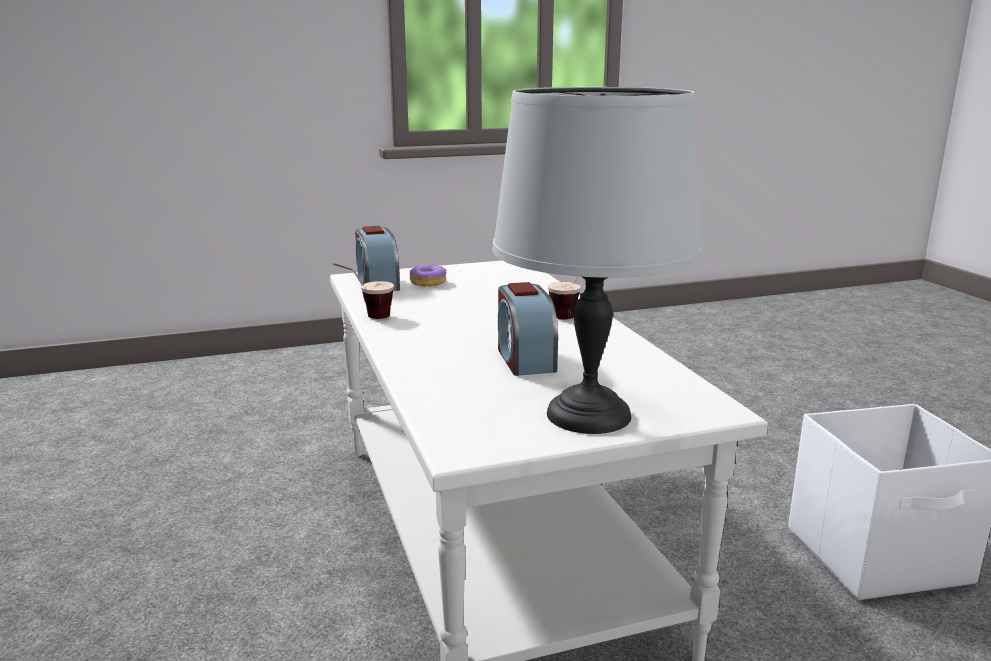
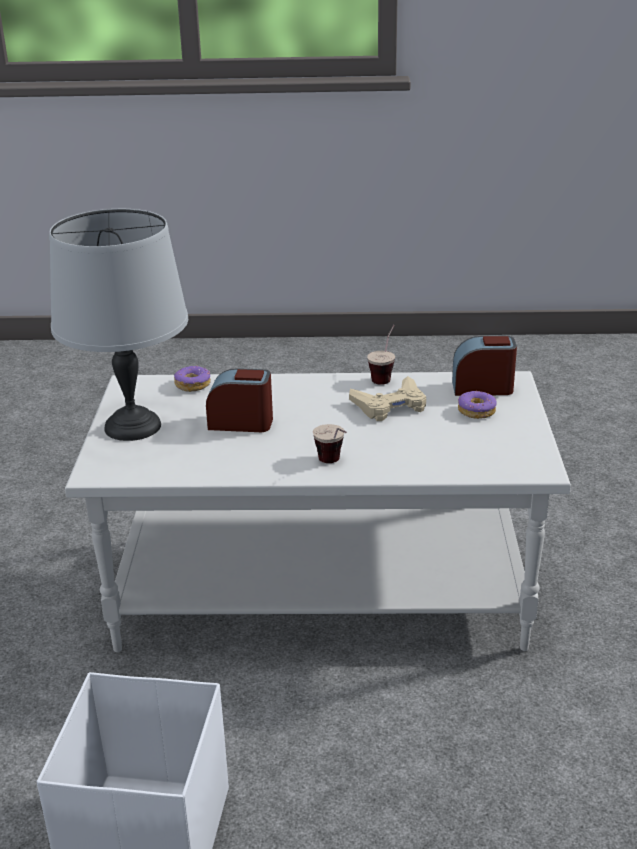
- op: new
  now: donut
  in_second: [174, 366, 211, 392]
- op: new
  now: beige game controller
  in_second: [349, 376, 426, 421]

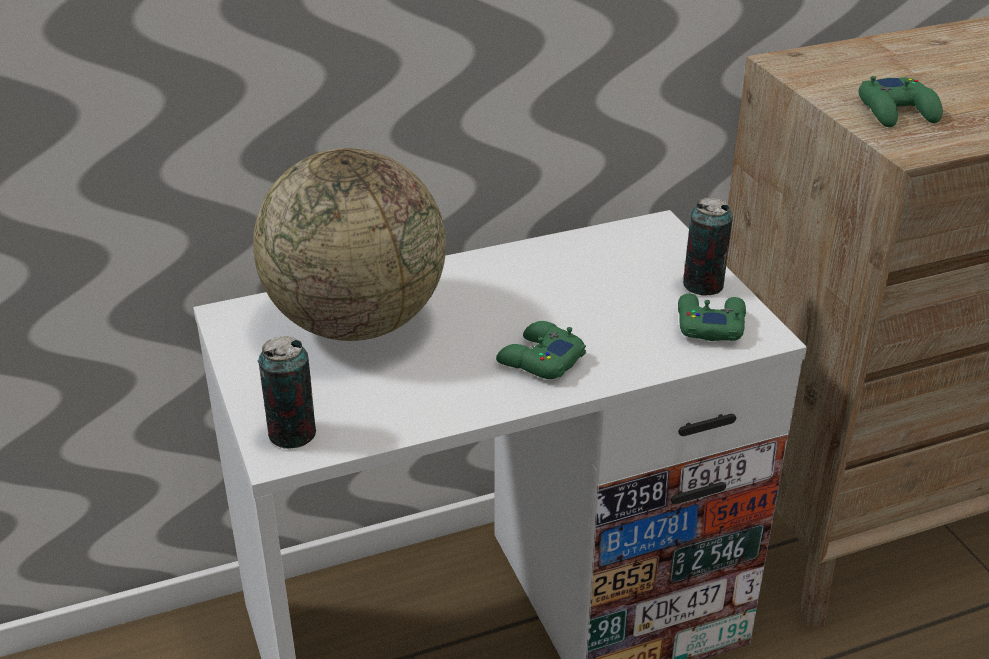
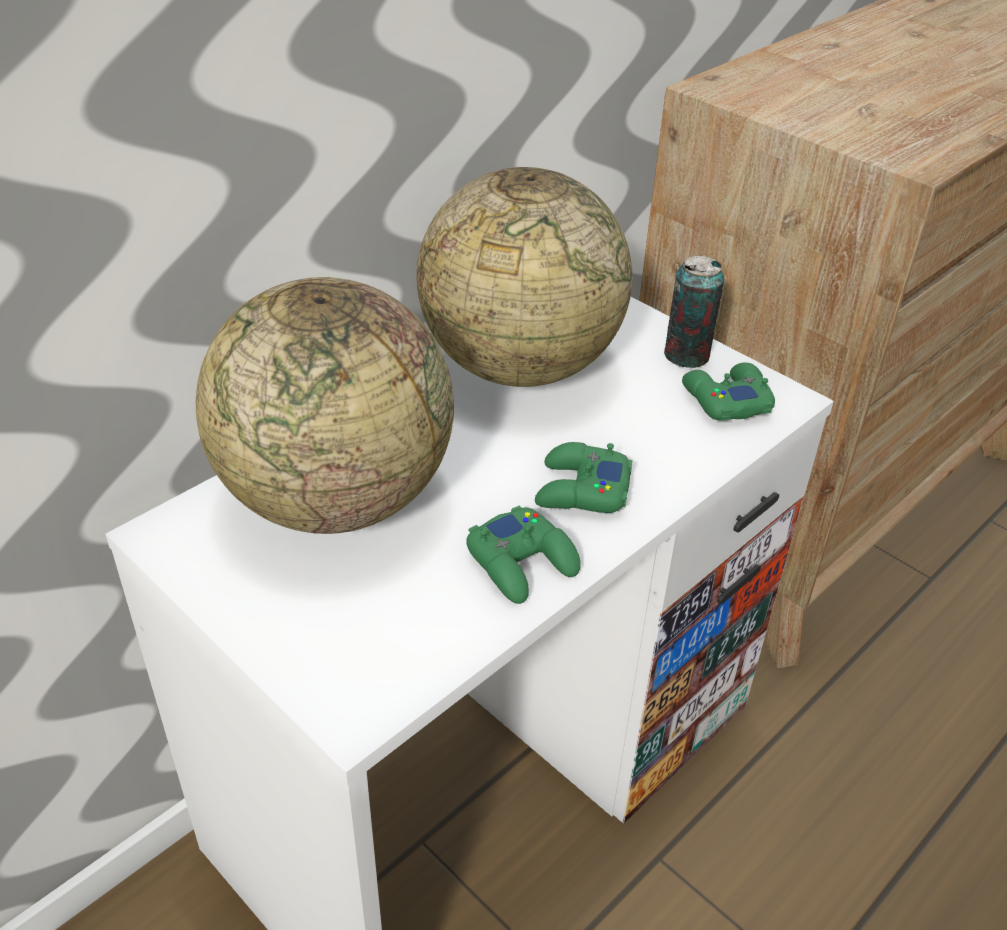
- op: gone
  was: can
  in_first: [258, 336, 316, 448]
- op: new
  now: globe
  in_second: [417, 167, 632, 387]
- op: shifted
  was: green game controller
  in_first: [859, 76, 943, 127]
  in_second: [466, 505, 581, 604]

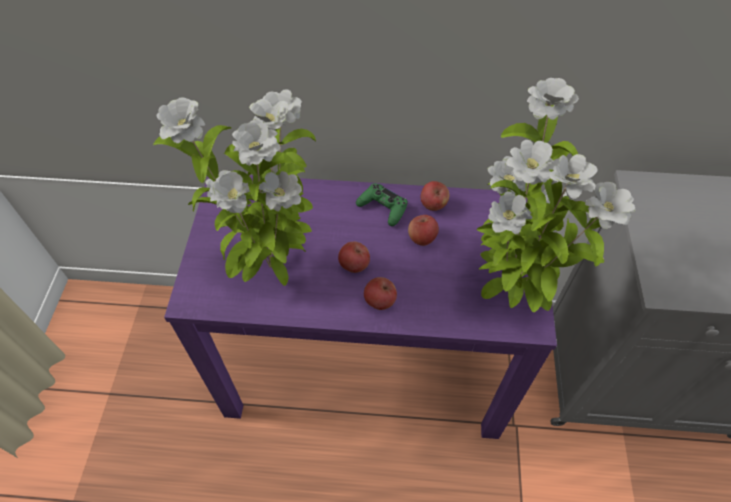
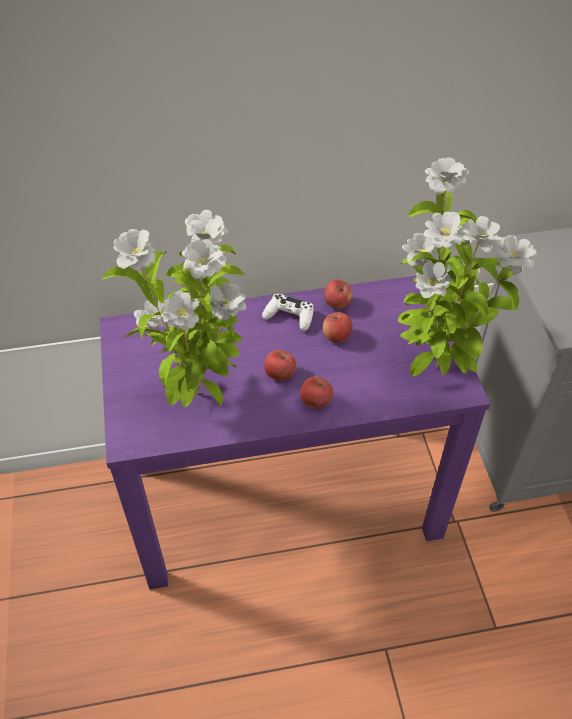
- op: repainted
  was: green game controller
  now: white game controller
  in_first: [356, 183, 408, 226]
  in_second: [262, 294, 314, 331]

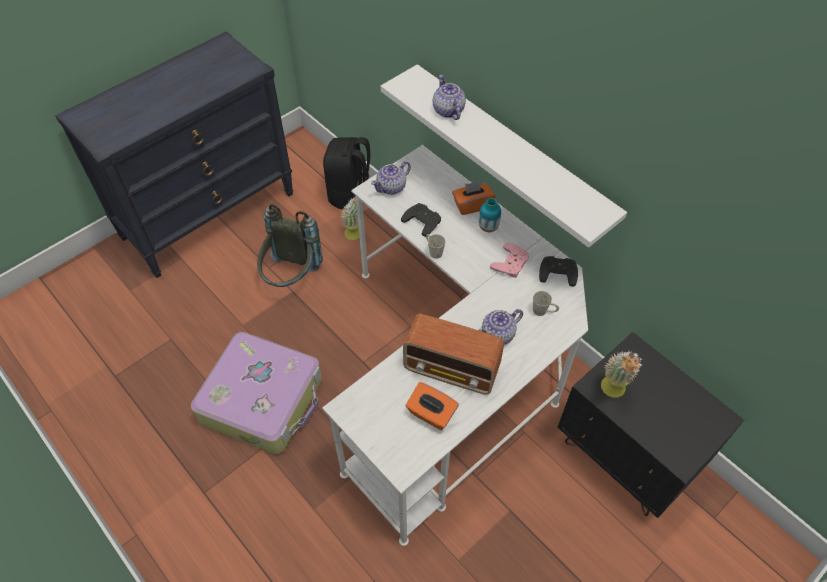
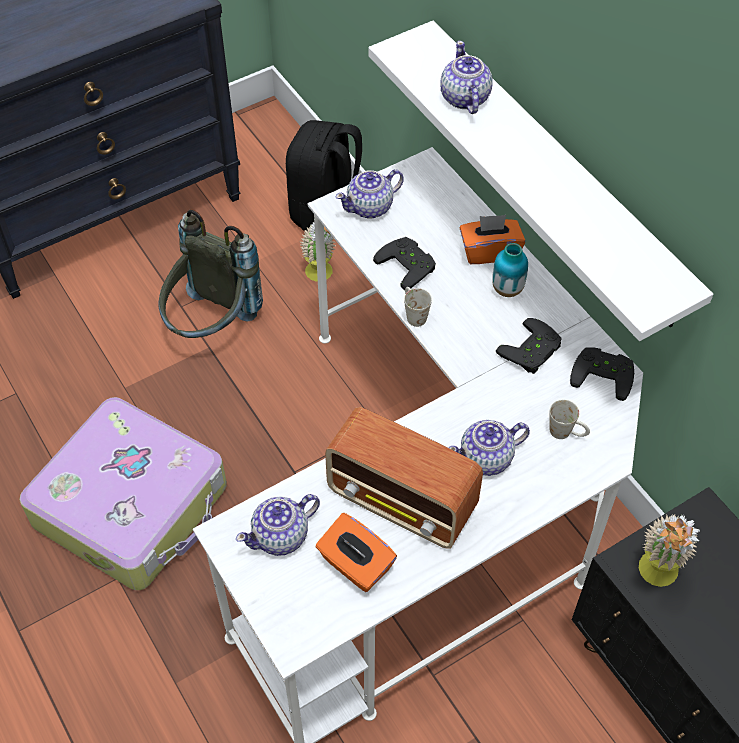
- op: new
  now: teapot
  in_second: [236, 494, 320, 556]
- op: repainted
  was: pink game controller
  now: black game controller
  in_first: [490, 243, 529, 278]
  in_second: [496, 318, 562, 374]

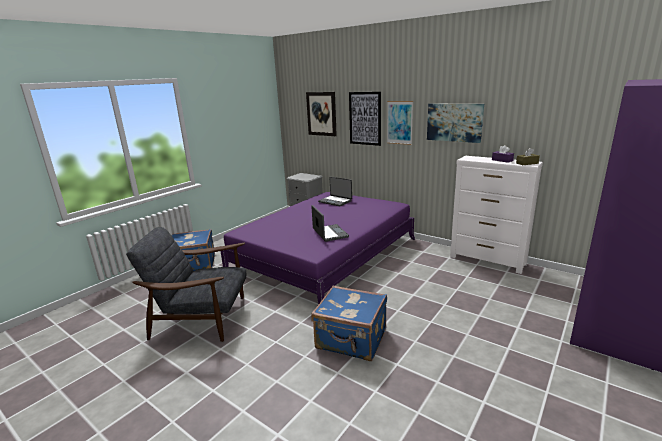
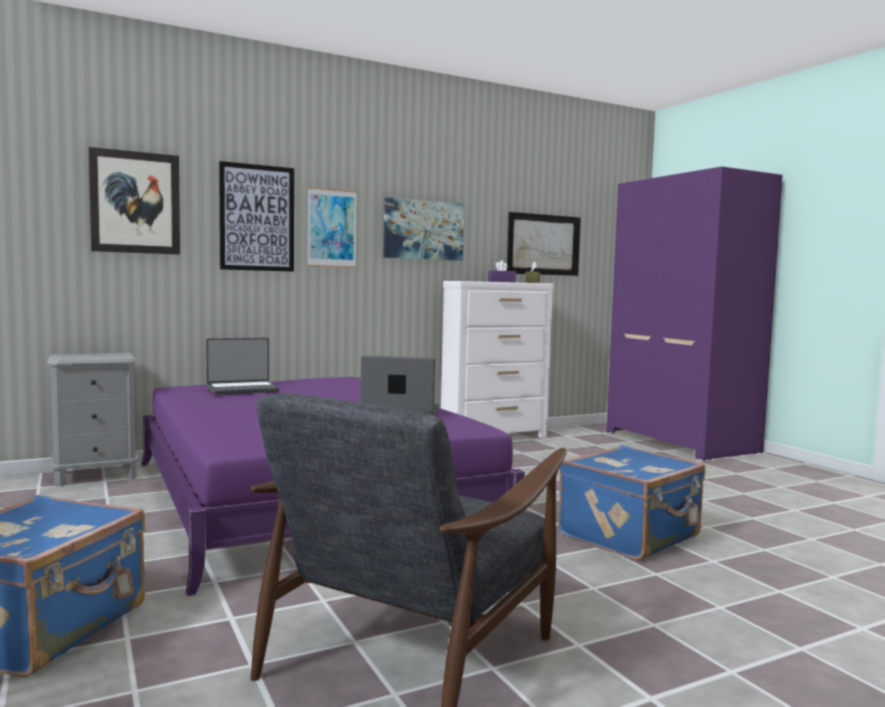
- op: new
  now: picture
  in_second: [507, 212, 581, 276]

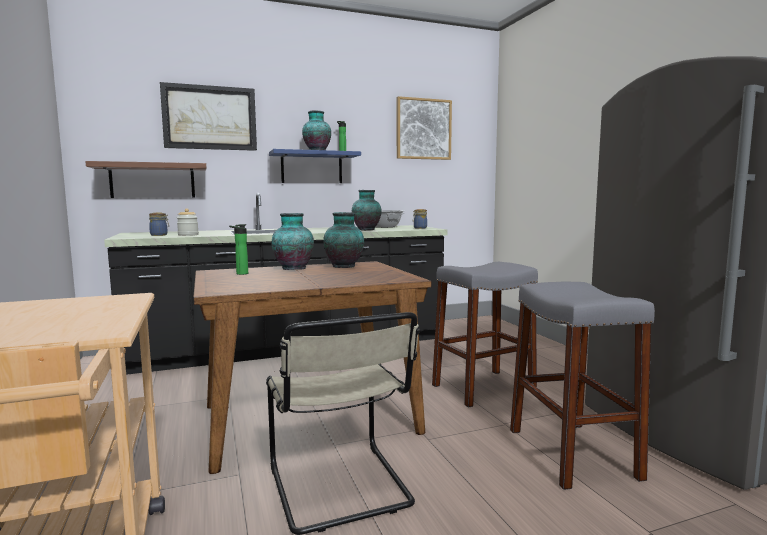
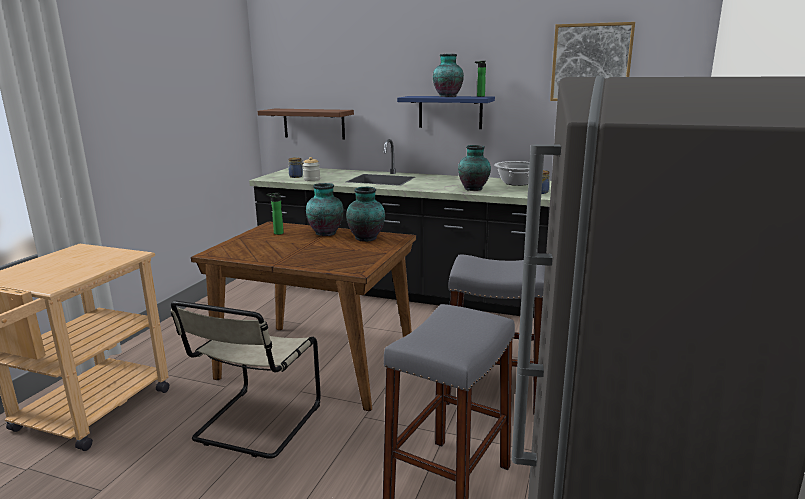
- op: gone
  was: picture
  in_first: [160, 82, 257, 151]

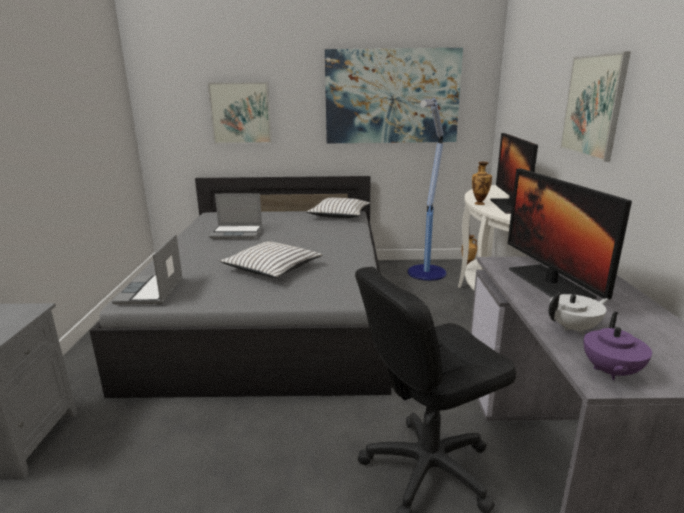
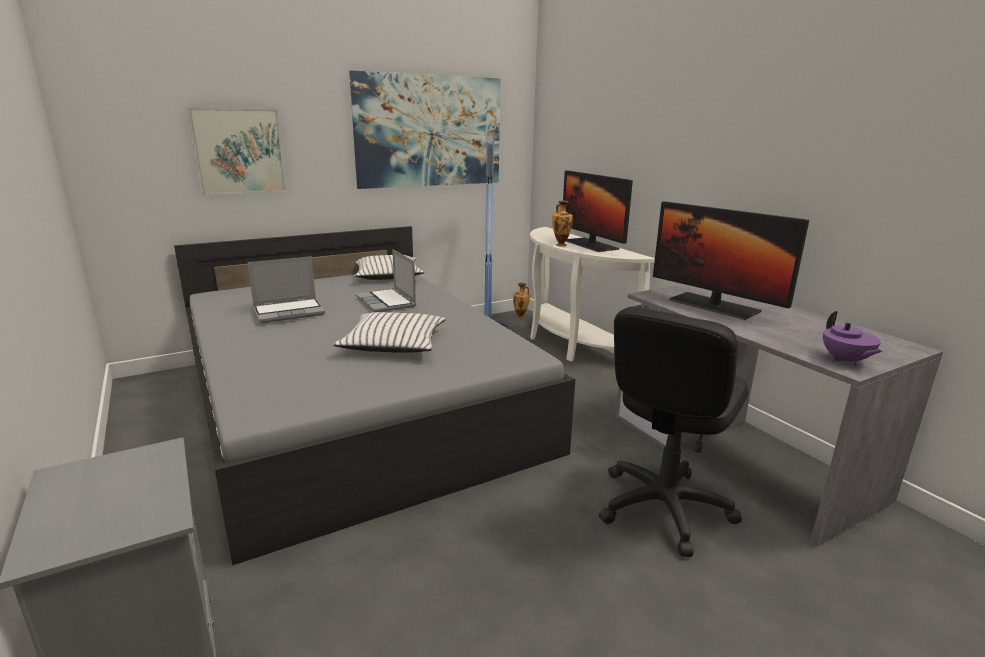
- op: gone
  was: white teapot
  in_first: [549, 292, 608, 335]
- op: gone
  was: picture
  in_first: [560, 51, 631, 162]
- op: shifted
  was: laptop
  in_first: [112, 234, 183, 305]
  in_second: [356, 249, 416, 312]

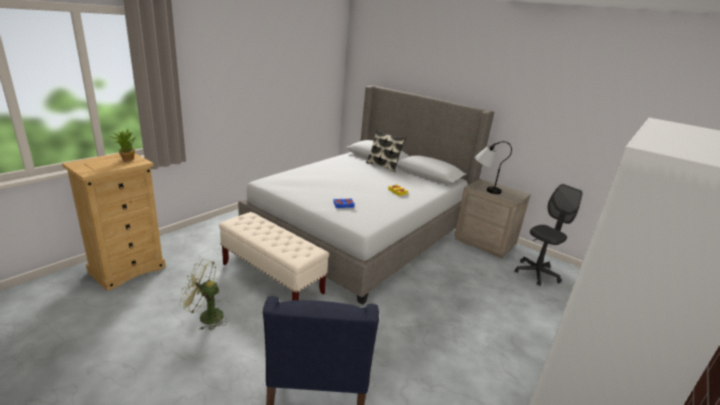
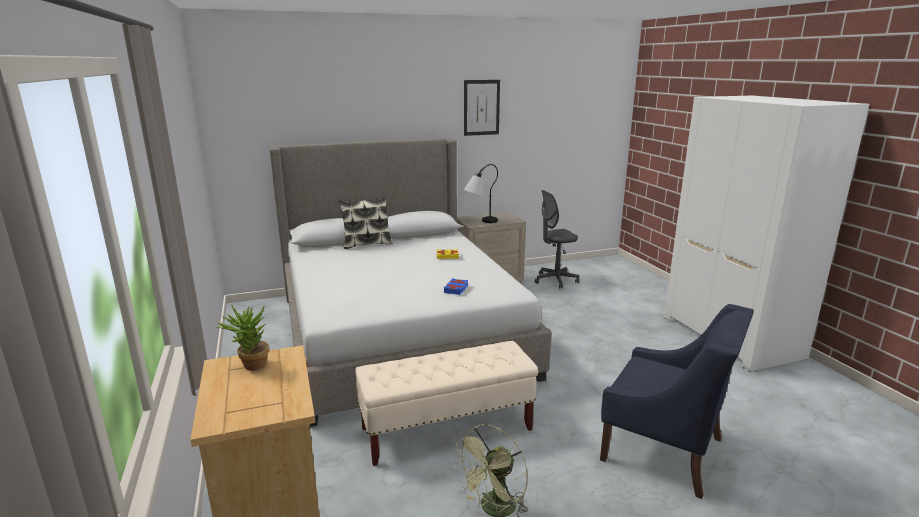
- op: new
  now: picture
  in_second: [464, 80, 500, 136]
- op: rotated
  was: grey office chair
  in_first: [514, 184, 583, 286]
  in_second: [534, 190, 579, 289]
  clockwise: -105

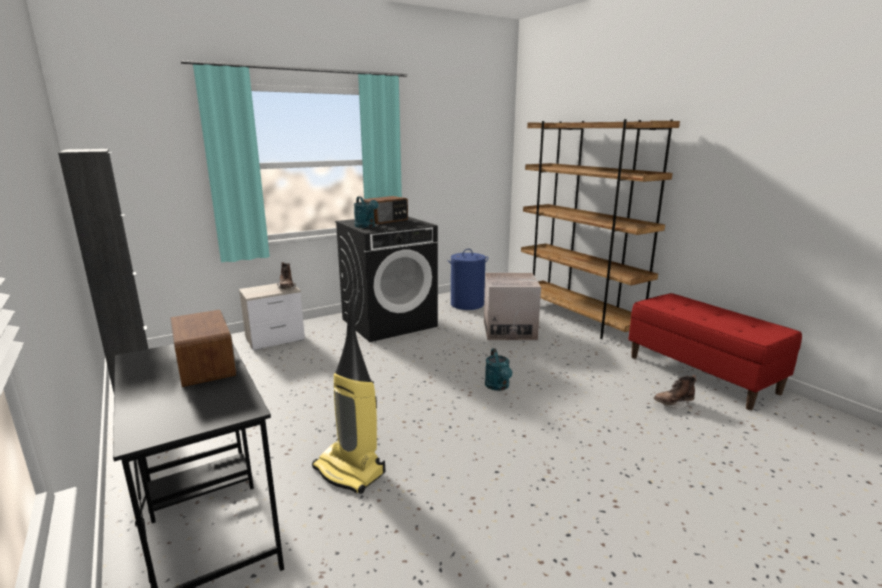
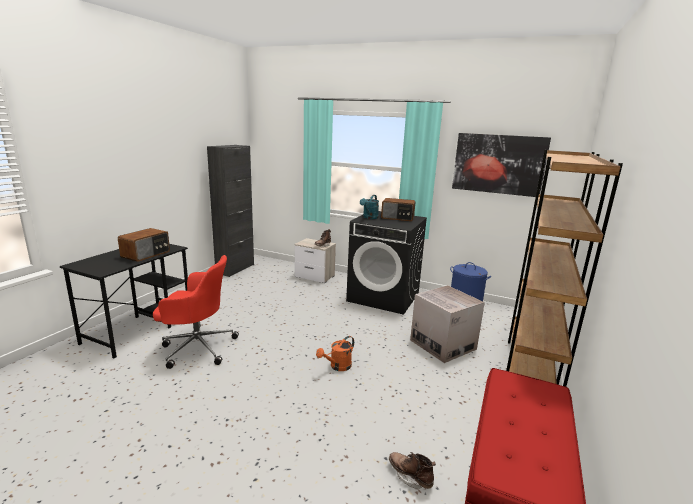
- op: new
  now: picture
  in_second: [452, 133, 551, 197]
- op: swapped
  was: vacuum cleaner
  now: red office chair
  in_first: [312, 289, 385, 494]
  in_second: [153, 255, 239, 369]
- op: repainted
  was: turquoise watering can
  now: orange watering can
  in_first: [485, 348, 513, 391]
  in_second: [316, 336, 354, 371]

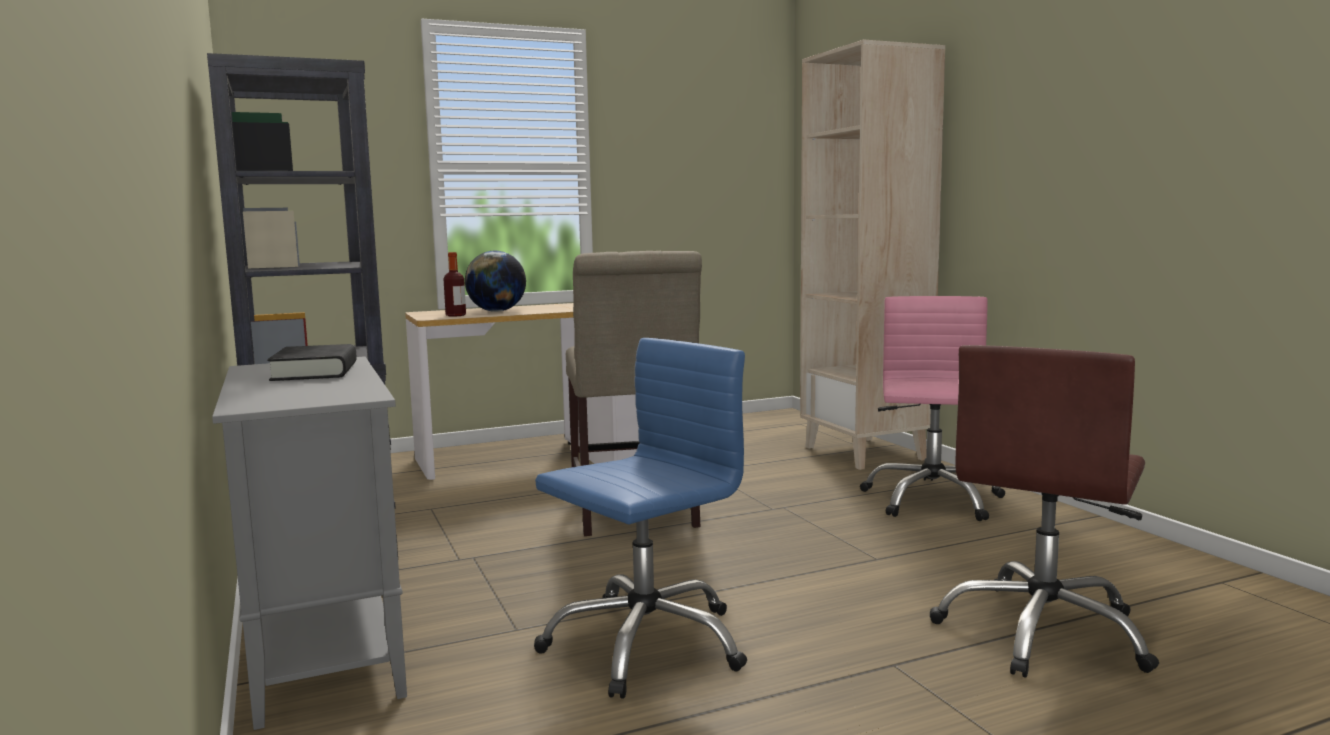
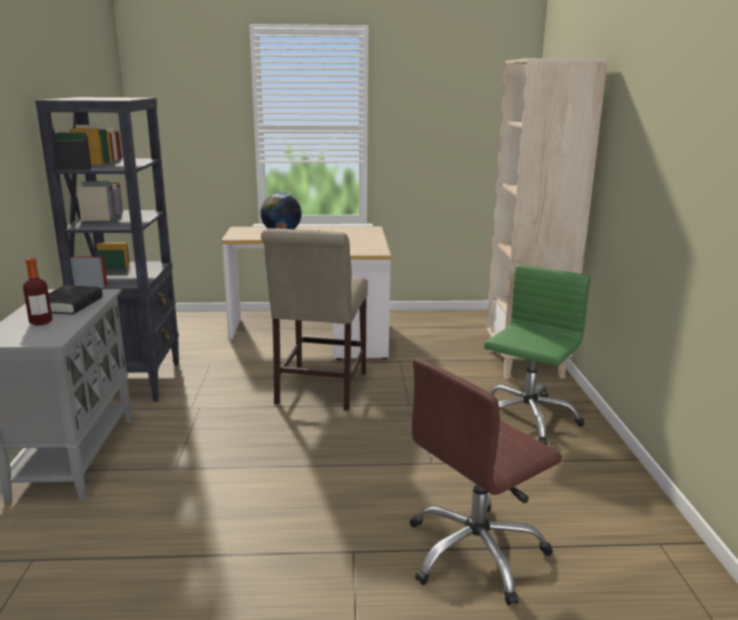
- op: gone
  was: blue office chair
  in_first: [534, 338, 747, 699]
- op: shifted
  was: bottle
  in_first: [443, 252, 466, 317]
  in_second: [23, 258, 52, 326]
- op: repainted
  was: pink office chair
  now: green office chair
  in_first: [860, 296, 1005, 521]
  in_second: [484, 264, 591, 445]

